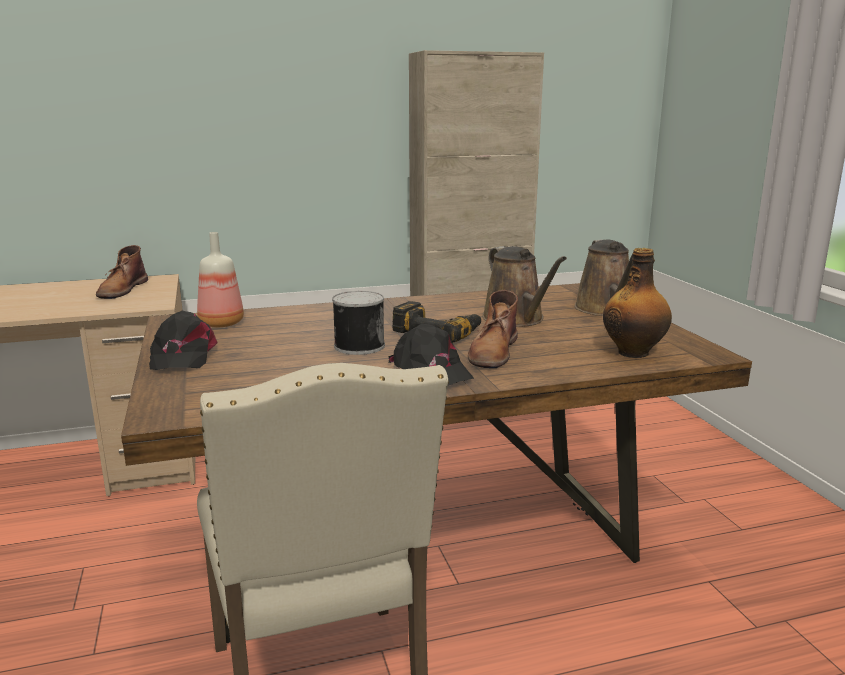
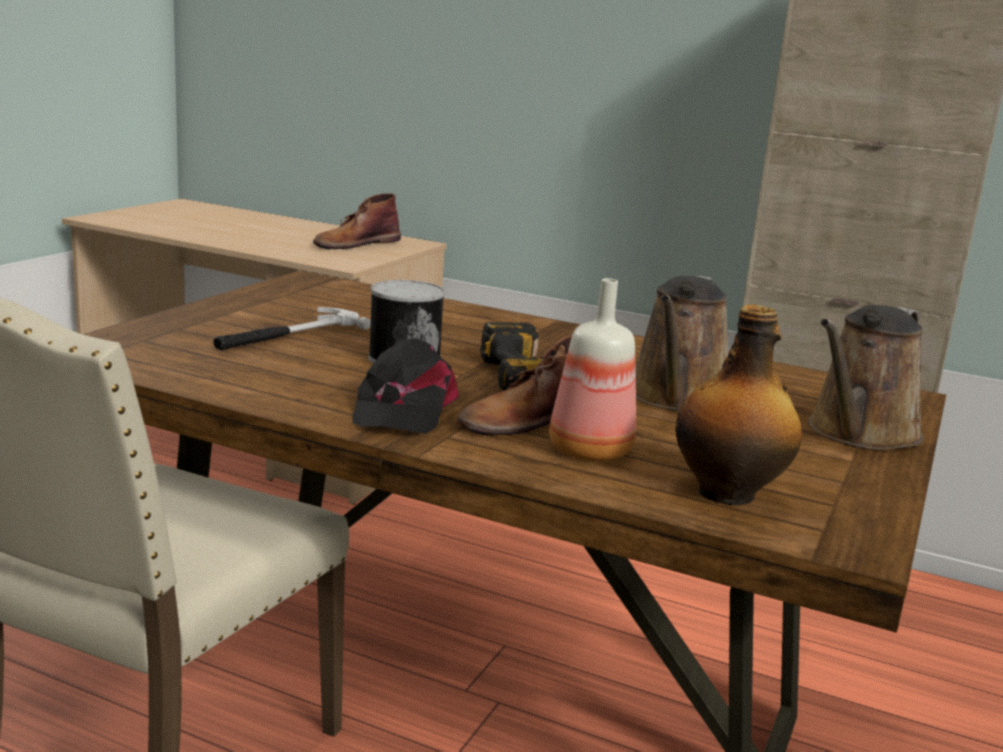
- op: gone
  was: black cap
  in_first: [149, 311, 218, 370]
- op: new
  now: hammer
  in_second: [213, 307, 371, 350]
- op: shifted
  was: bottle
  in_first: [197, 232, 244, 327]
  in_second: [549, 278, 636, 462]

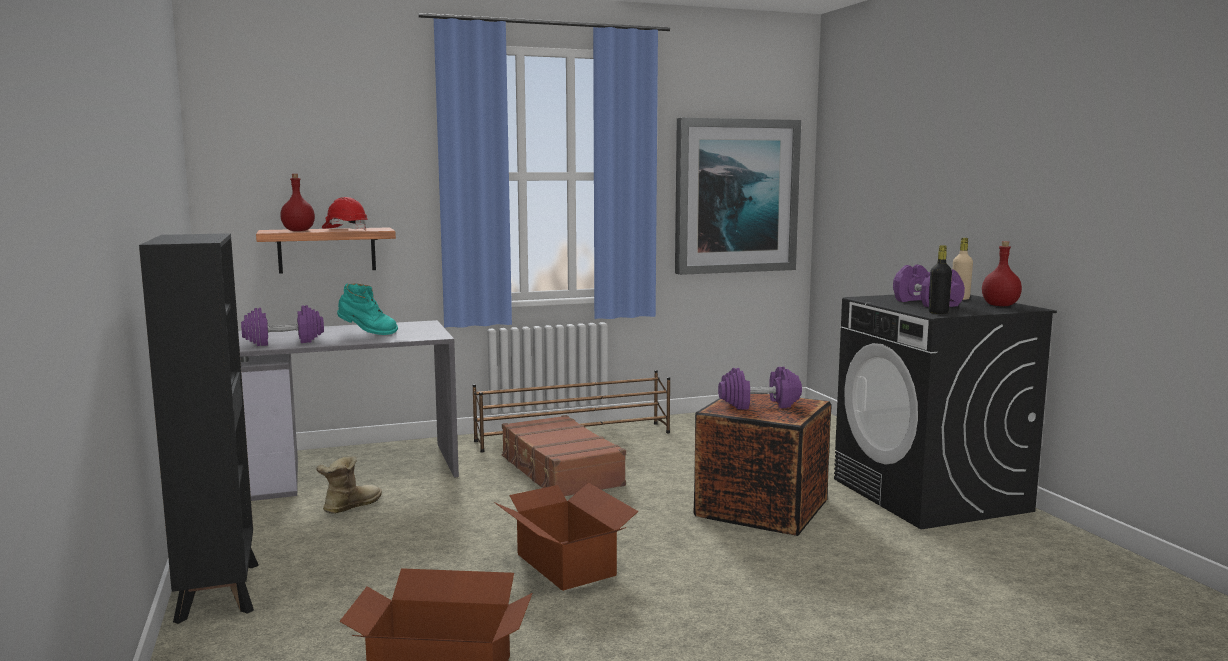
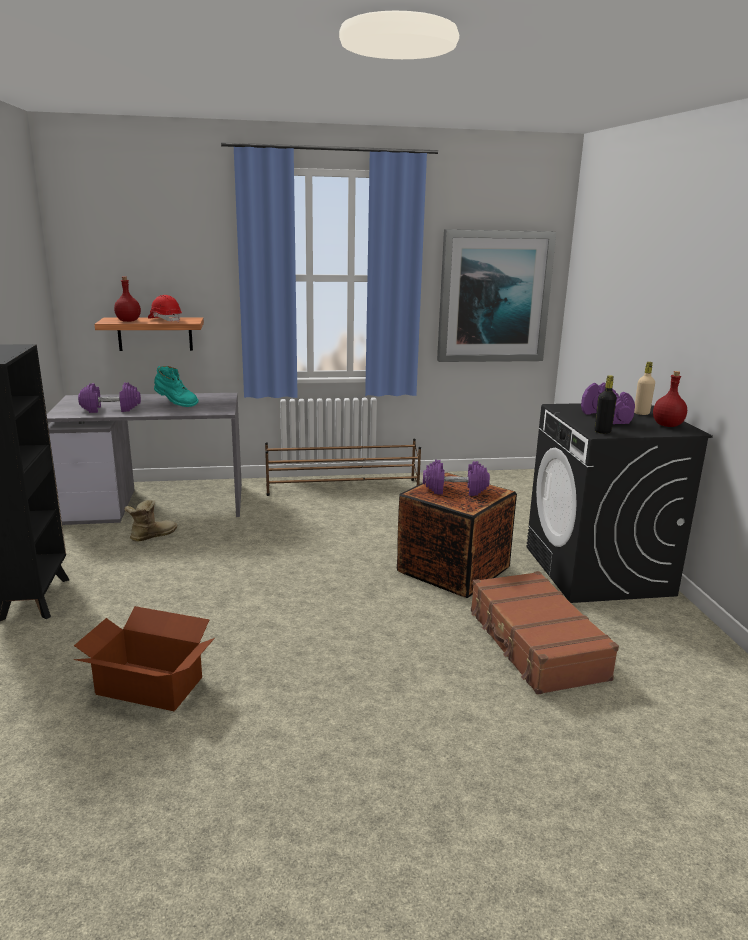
- op: gone
  was: cardboard box
  in_first: [494, 483, 638, 591]
- op: shifted
  was: brown suitcase
  in_first: [502, 415, 626, 496]
  in_second: [471, 571, 619, 695]

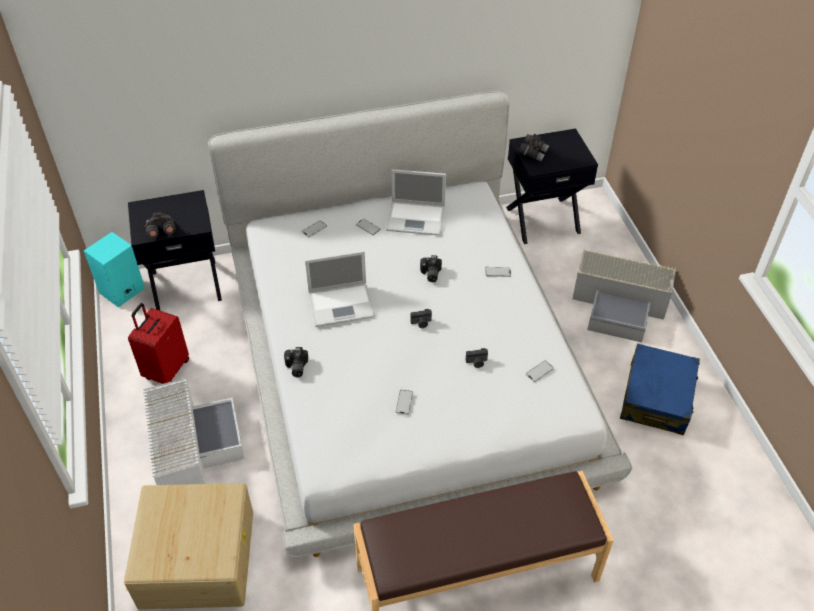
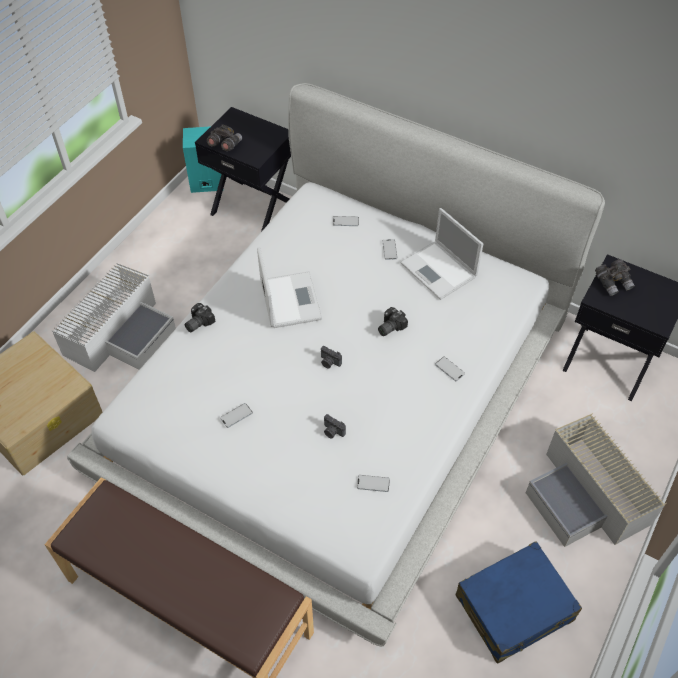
- op: gone
  was: red suitcase
  in_first: [128, 303, 189, 384]
- op: rotated
  was: laptop
  in_first: [305, 251, 375, 327]
  in_second: [257, 247, 322, 328]
  clockwise: -135

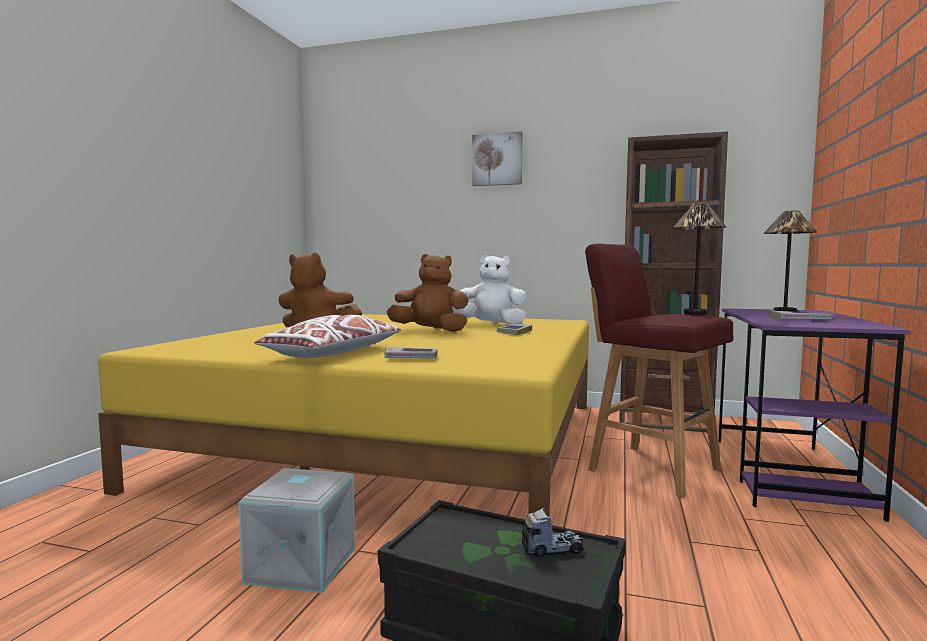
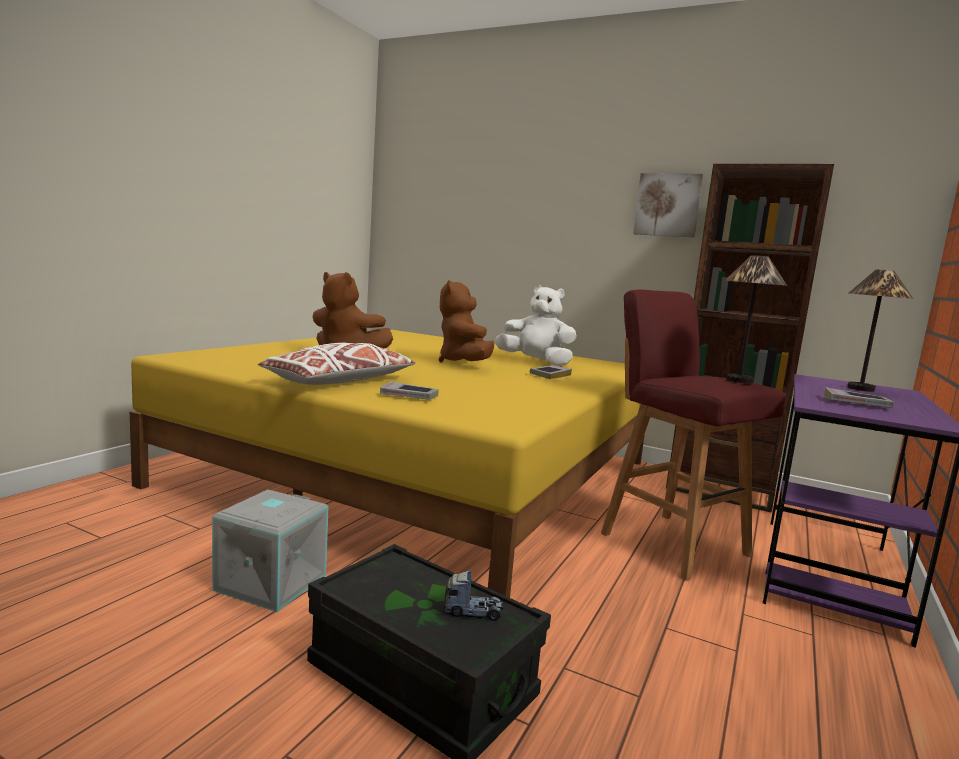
- op: shifted
  was: picture
  in_first: [472, 131, 522, 186]
  in_second: [633, 173, 703, 237]
- op: rotated
  was: brown plush toy
  in_first: [387, 254, 469, 332]
  in_second: [439, 280, 494, 362]
  clockwise: -120

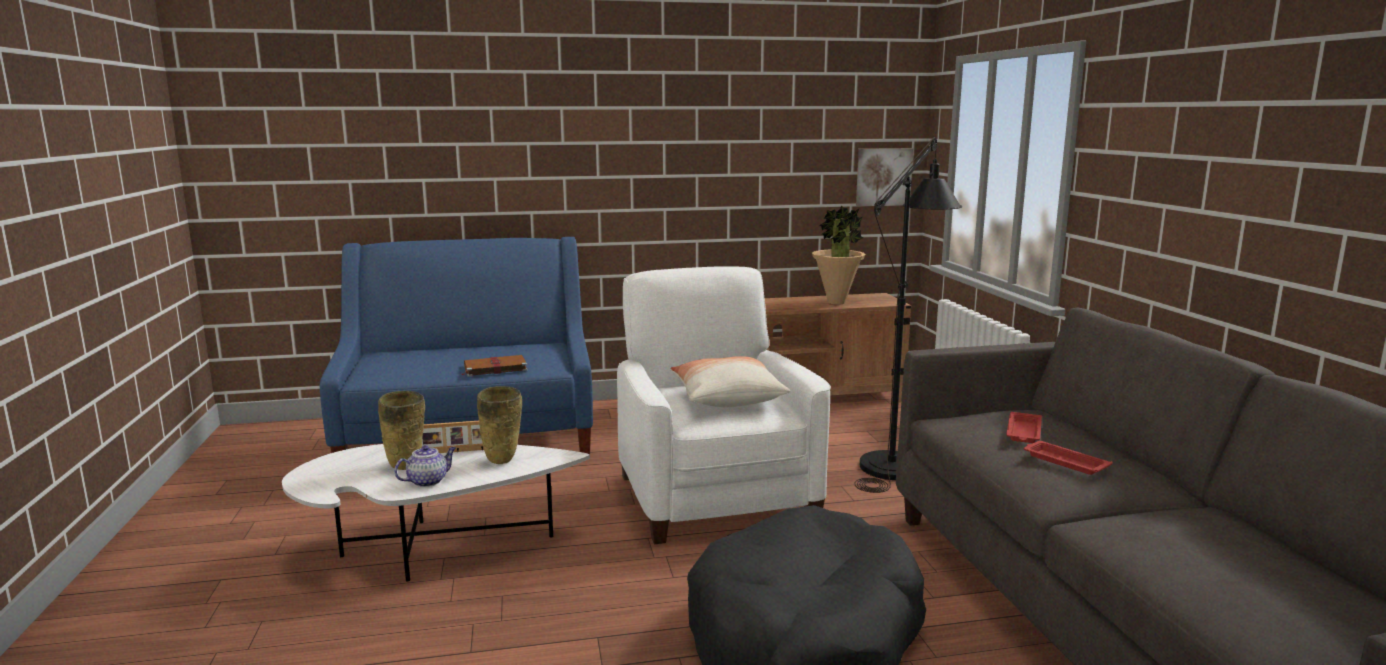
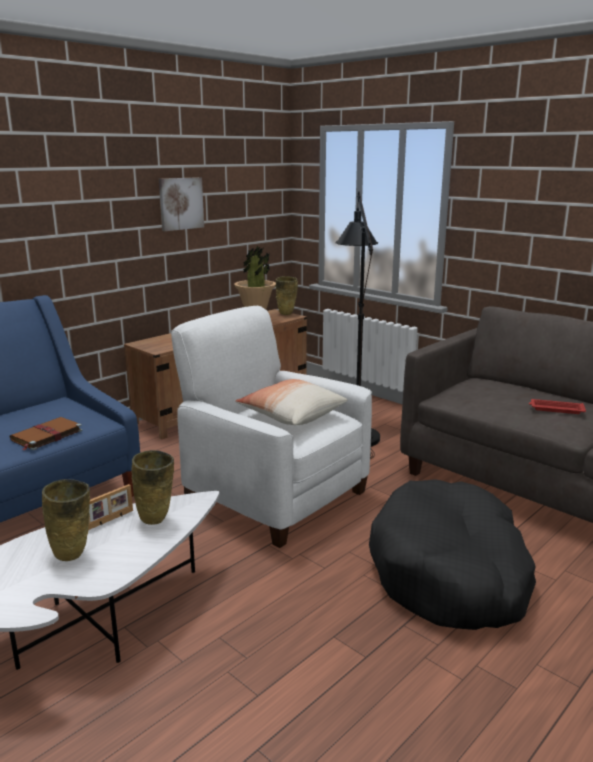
- op: gone
  was: teapot
  in_first: [394, 445, 456, 487]
- op: gone
  was: red tray
  in_first: [1006, 412, 1042, 443]
- op: new
  now: beige vase
  in_second: [276, 276, 298, 315]
- op: shifted
  was: picture
  in_first: [856, 148, 913, 206]
  in_second: [159, 177, 204, 231]

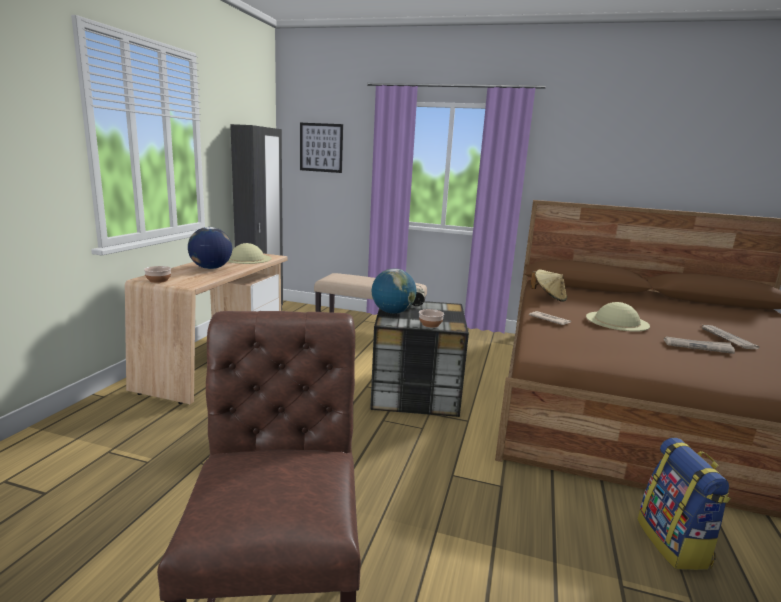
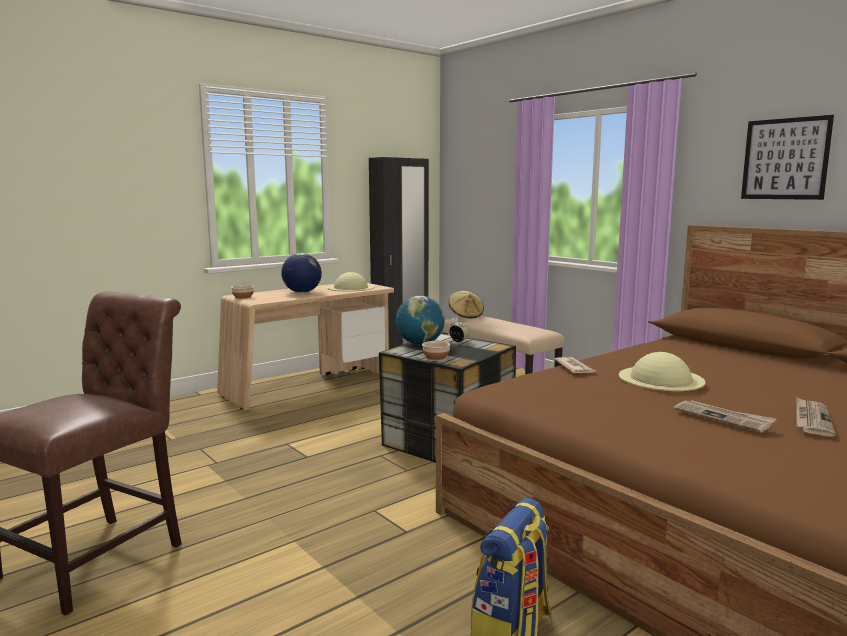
- op: shifted
  was: picture
  in_first: [300, 123, 343, 173]
  in_second: [741, 115, 834, 200]
- op: shifted
  was: beige hat
  in_first: [531, 270, 567, 302]
  in_second: [449, 291, 484, 318]

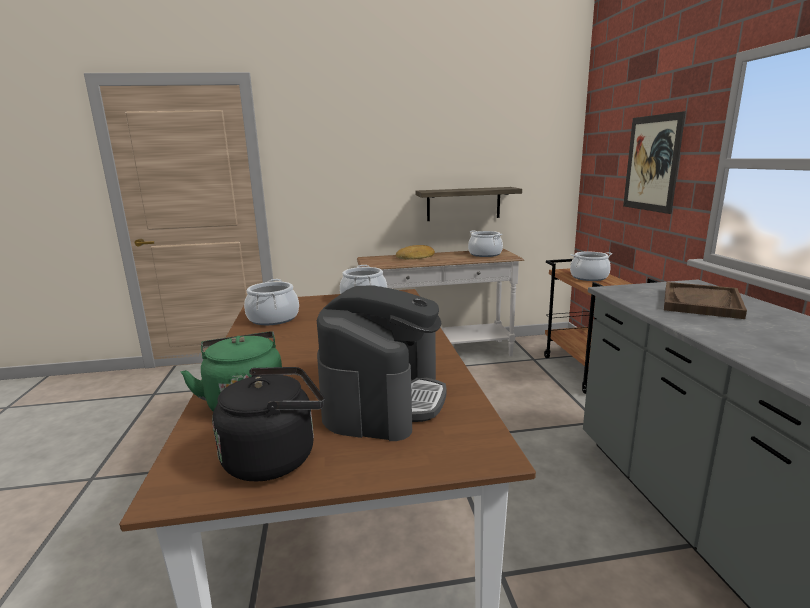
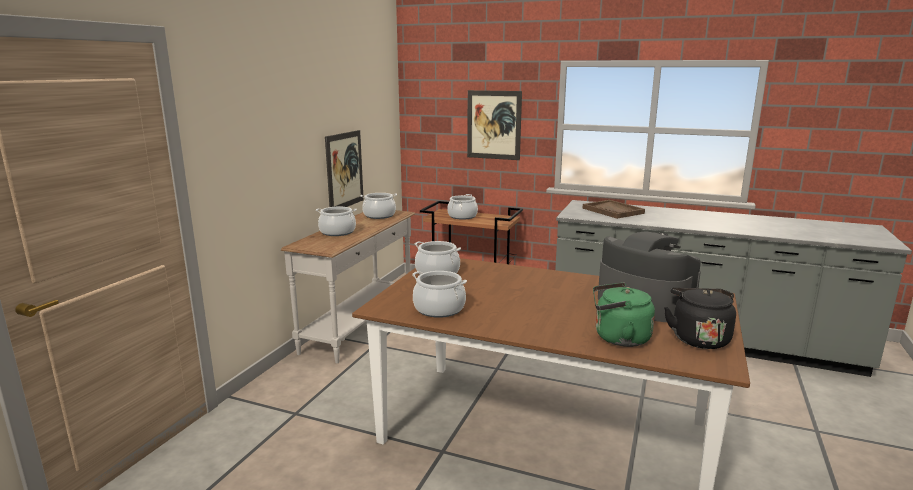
- op: swapped
  was: bread
  now: cooking pot
  in_first: [396, 245, 435, 259]
  in_second: [316, 207, 357, 236]
- op: swapped
  was: shelf
  now: picture
  in_first: [415, 187, 522, 221]
  in_second: [325, 130, 364, 207]

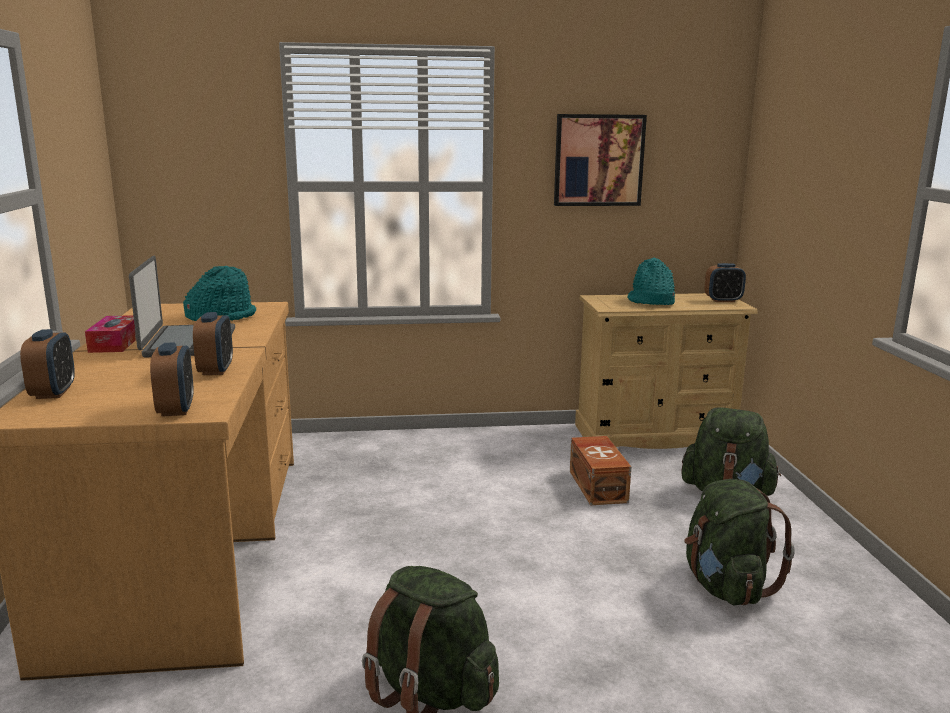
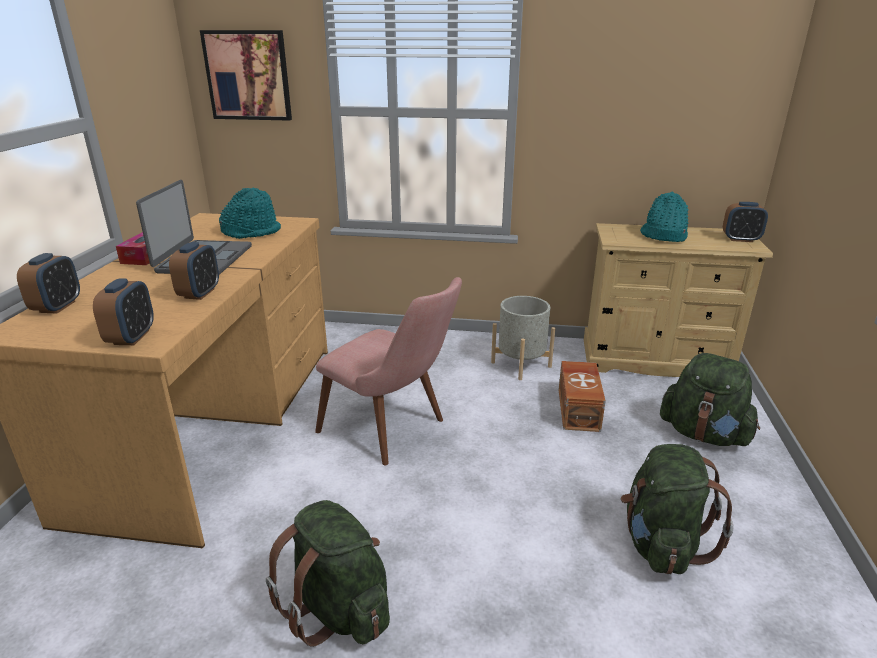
- op: new
  now: pink chair
  in_second: [315, 277, 462, 466]
- op: new
  now: grey planter
  in_second: [491, 296, 555, 380]
- op: shifted
  was: picture
  in_first: [554, 114, 647, 206]
  in_second: [200, 30, 292, 121]

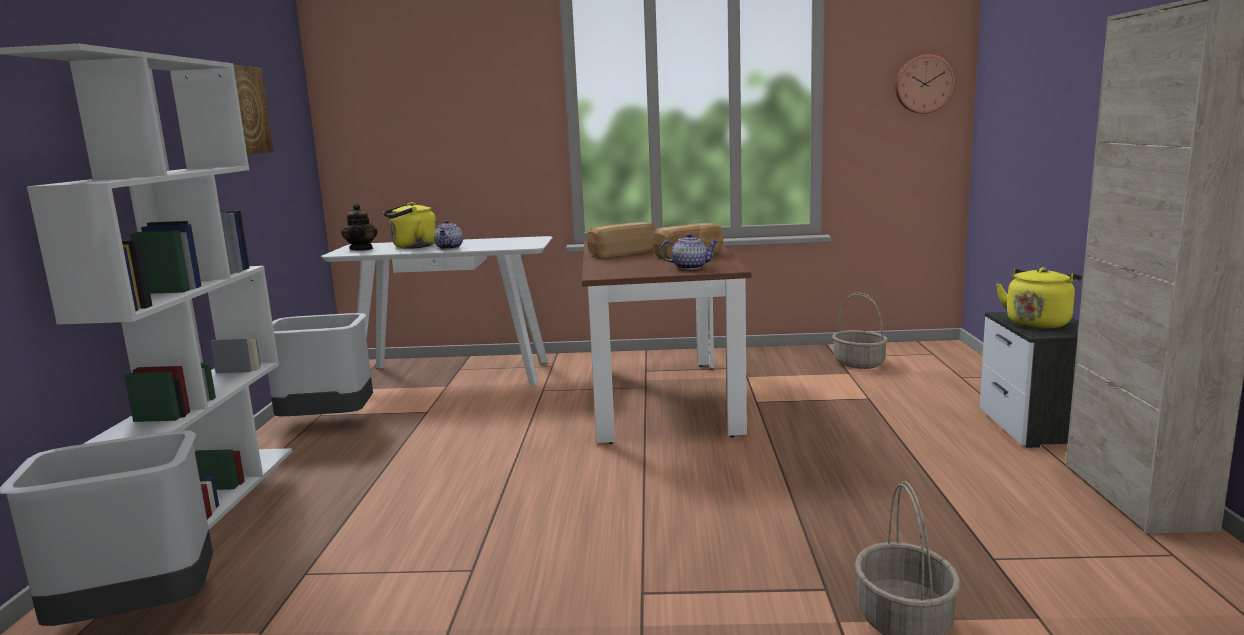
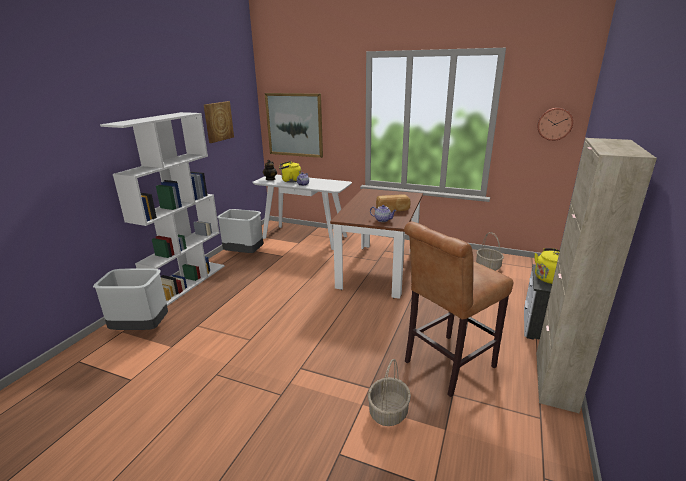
- op: gone
  was: bread
  in_first: [587, 222, 655, 258]
- op: new
  now: picture
  in_second: [265, 93, 323, 158]
- op: new
  now: brown stool
  in_second: [404, 222, 514, 397]

